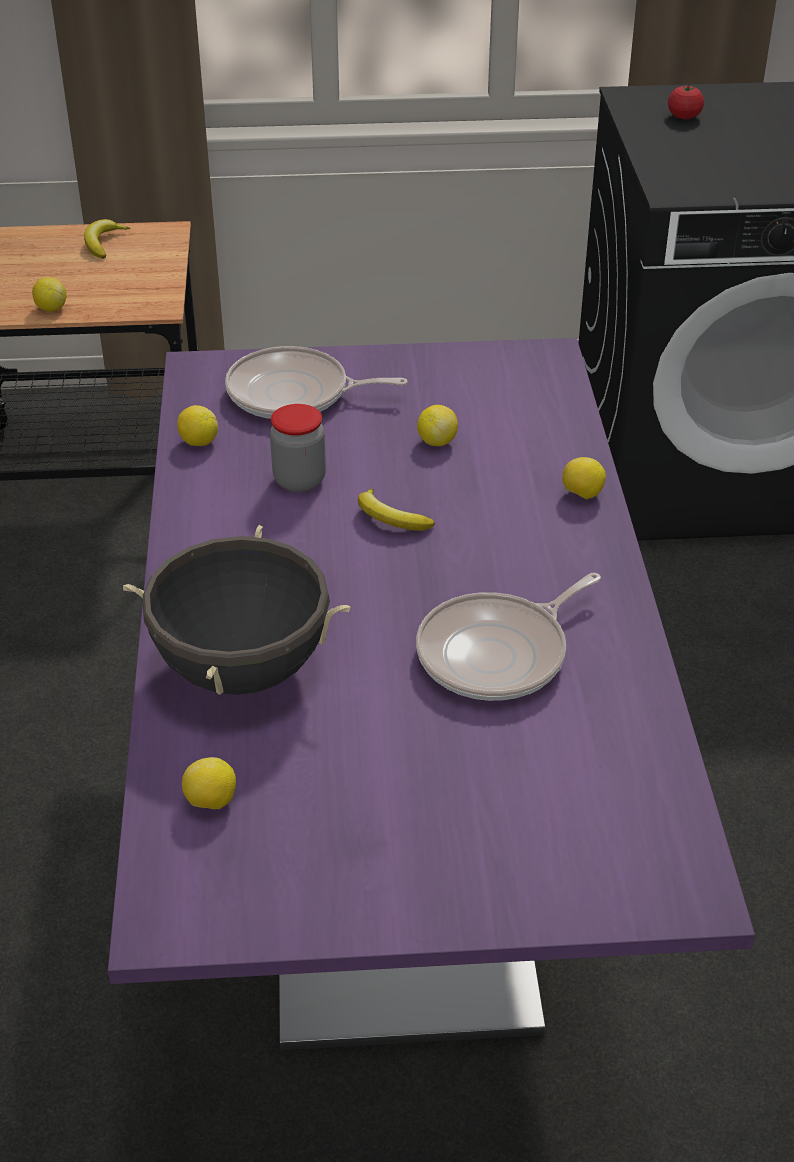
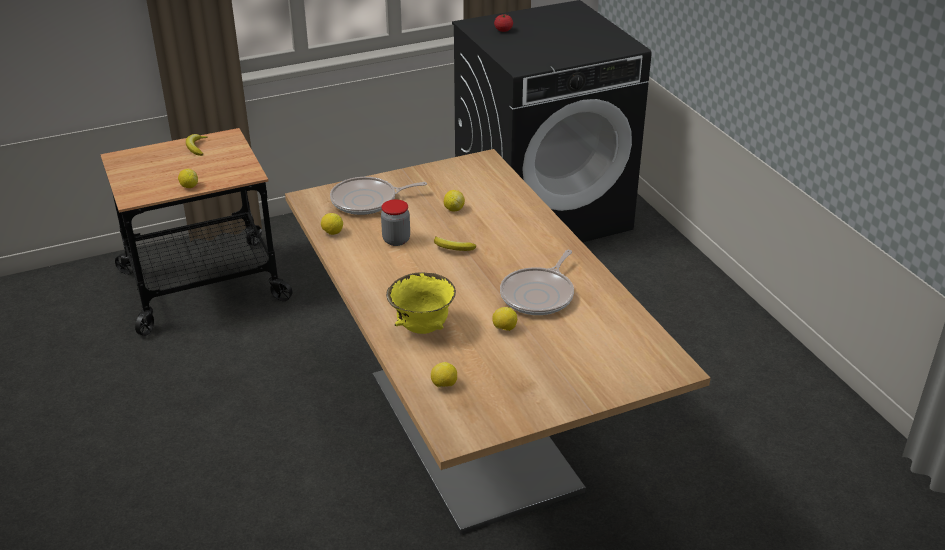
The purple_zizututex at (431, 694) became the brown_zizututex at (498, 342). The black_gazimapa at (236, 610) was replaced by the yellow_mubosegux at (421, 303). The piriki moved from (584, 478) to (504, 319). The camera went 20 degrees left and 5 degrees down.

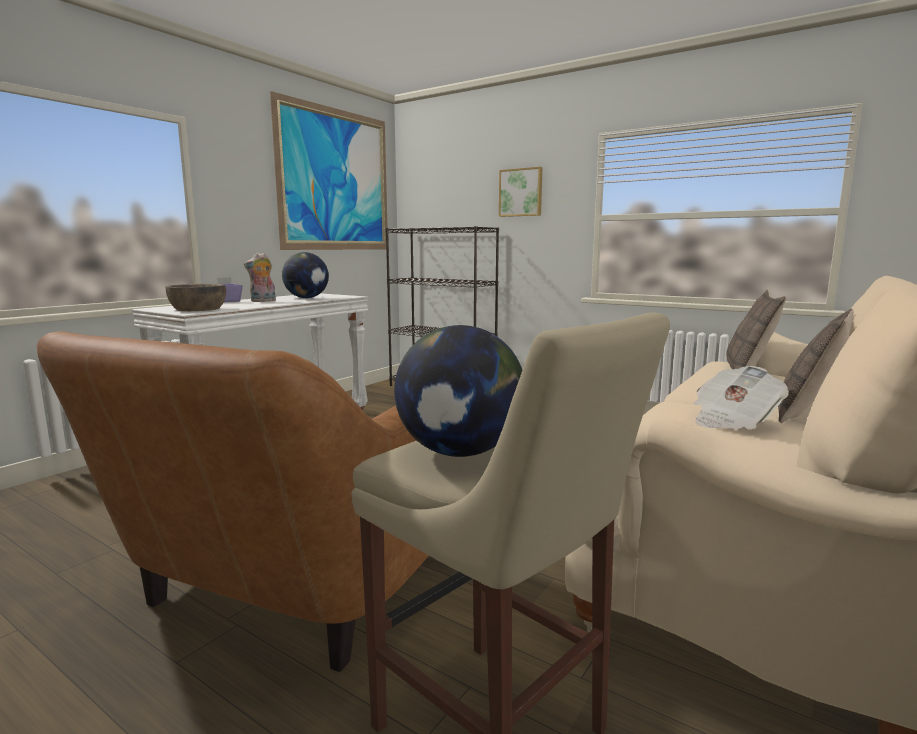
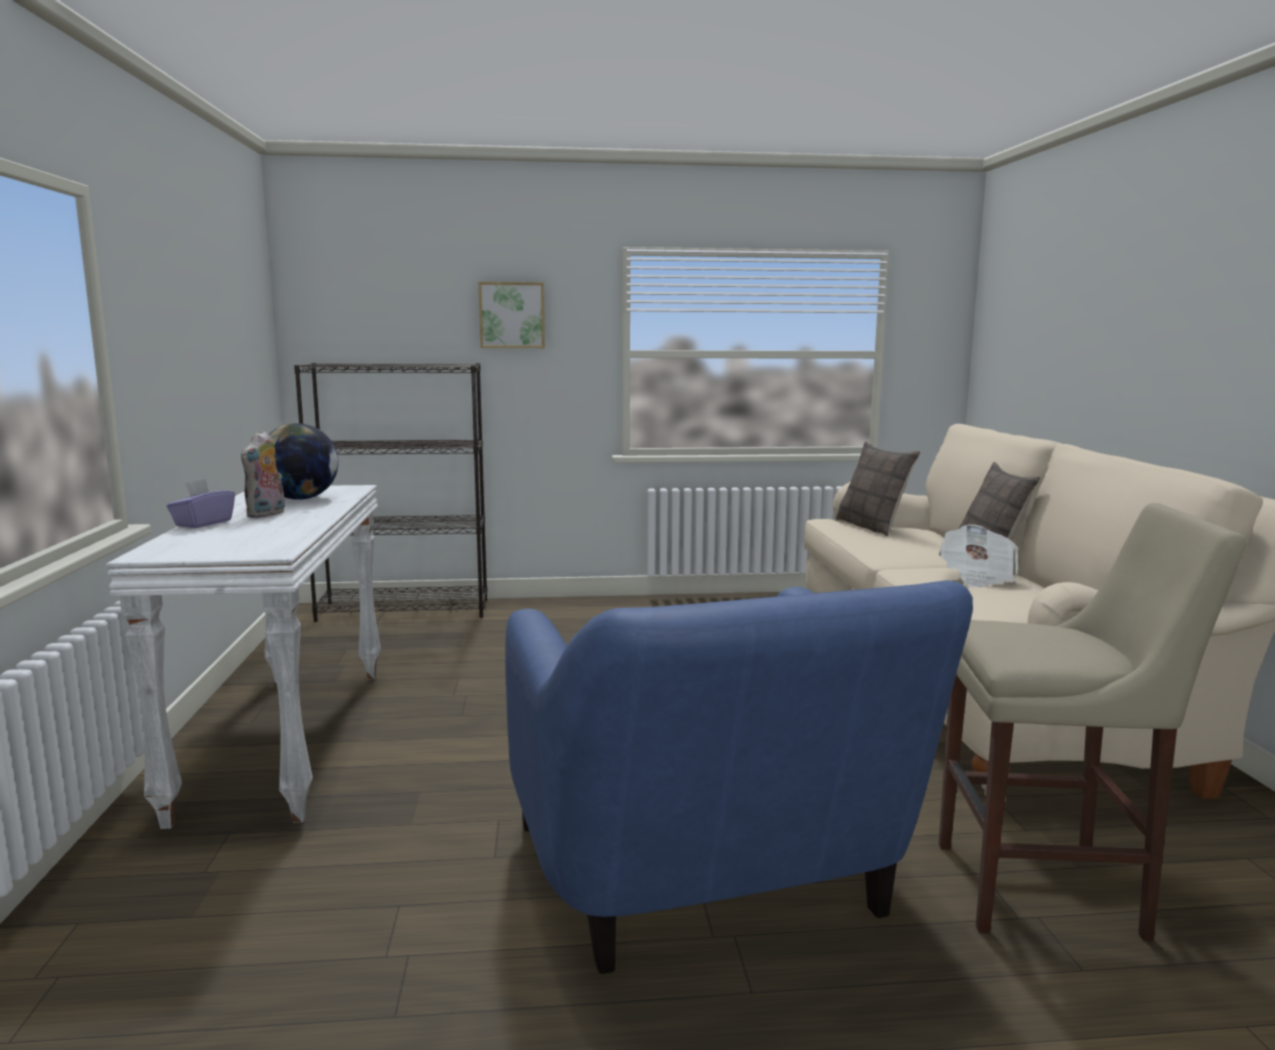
The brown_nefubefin at (233, 501) became the blue_nefubefin at (739, 777). The brown_mubosegux at (196, 297) disappeared. The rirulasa at (328, 170) disappeared. The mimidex at (458, 391) disappeared. The camera went 40 degrees left and 0 degrees up.

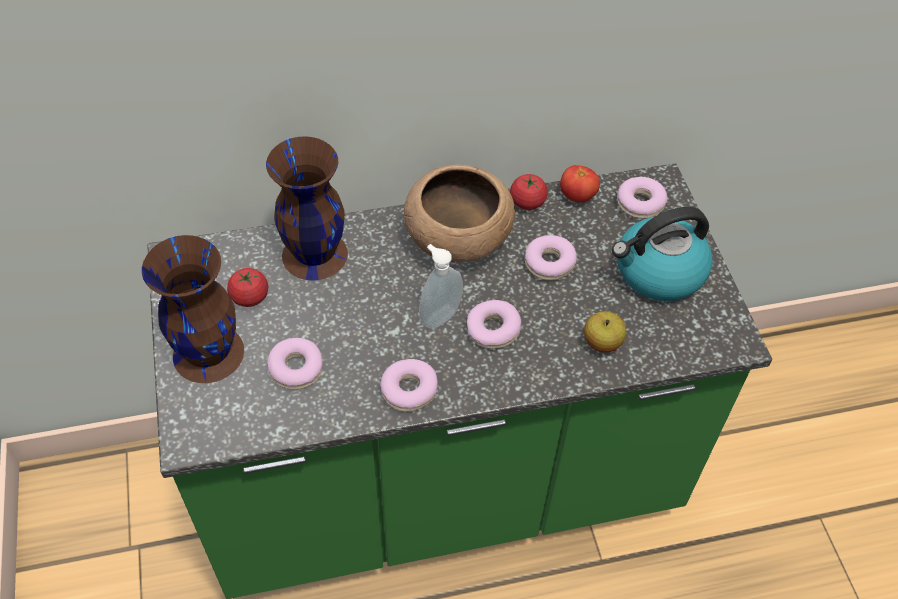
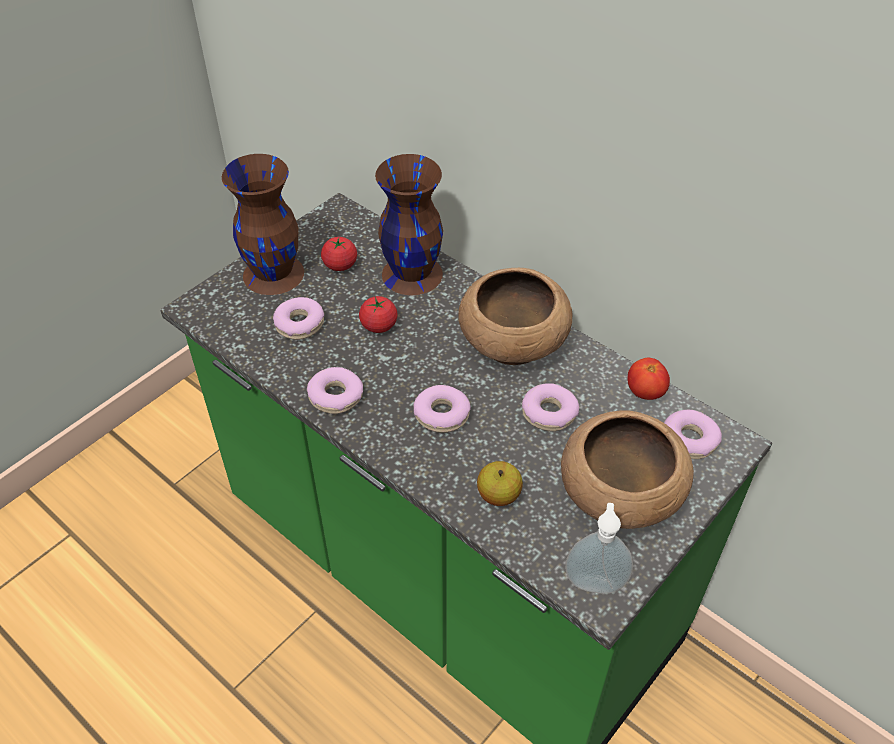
The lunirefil moved from (529, 192) to (378, 314). The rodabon at (662, 254) was replaced by the brown_mubosegux at (627, 470). The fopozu moved from (441, 286) to (599, 548). The camera went 55 degrees right and 5 degrees down.

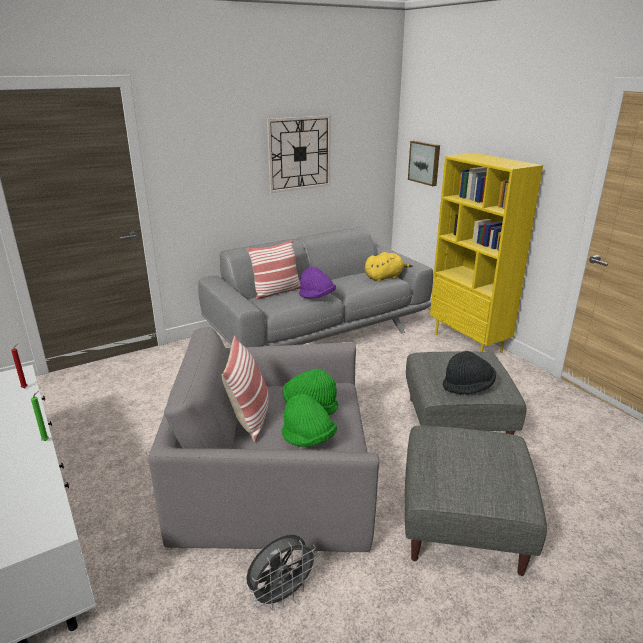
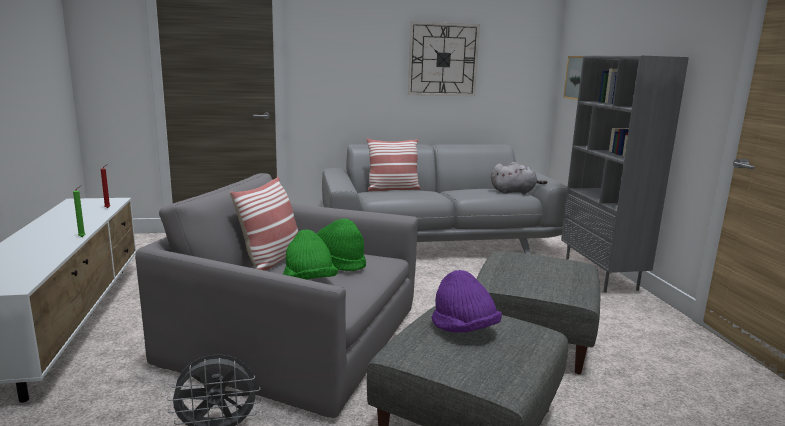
The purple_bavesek moved from (317, 282) to (467, 301). The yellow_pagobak at (388, 267) became the grey_pagobak at (519, 178). The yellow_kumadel at (486, 253) became the grey_kumadel at (625, 174). The black_bavesek at (469, 373) disappeared. The camera went 20 degrees right and 10 degrees down.

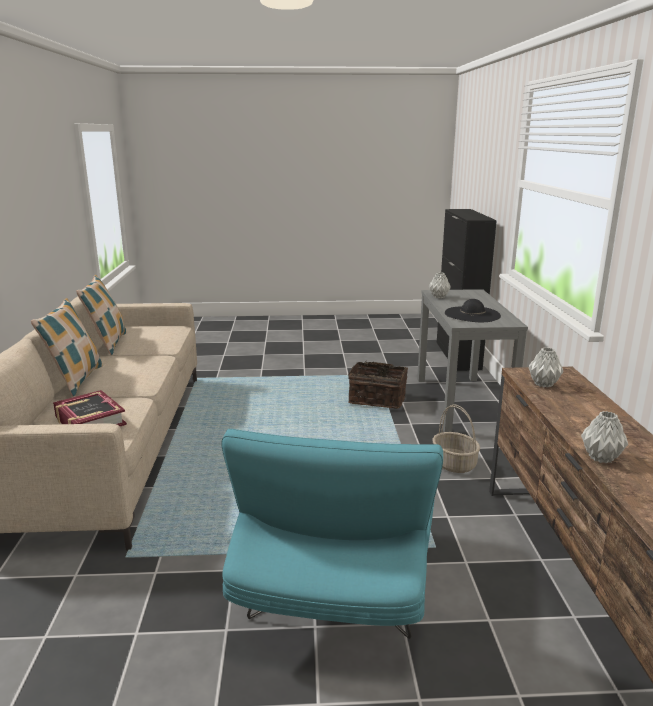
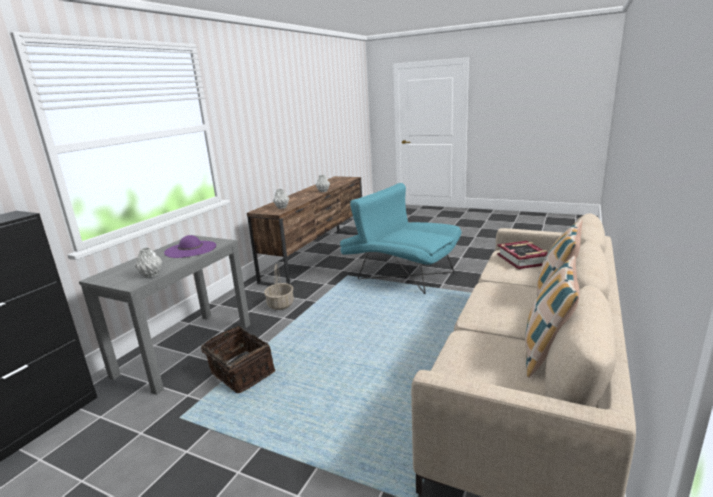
The black_bavesek at (473, 310) became the purple_bavesek at (190, 246). The turquoise_nefubefin at (332, 534) turned 90 degrees counterclockwise. The camera went 150 degrees left and 0 degrees up.

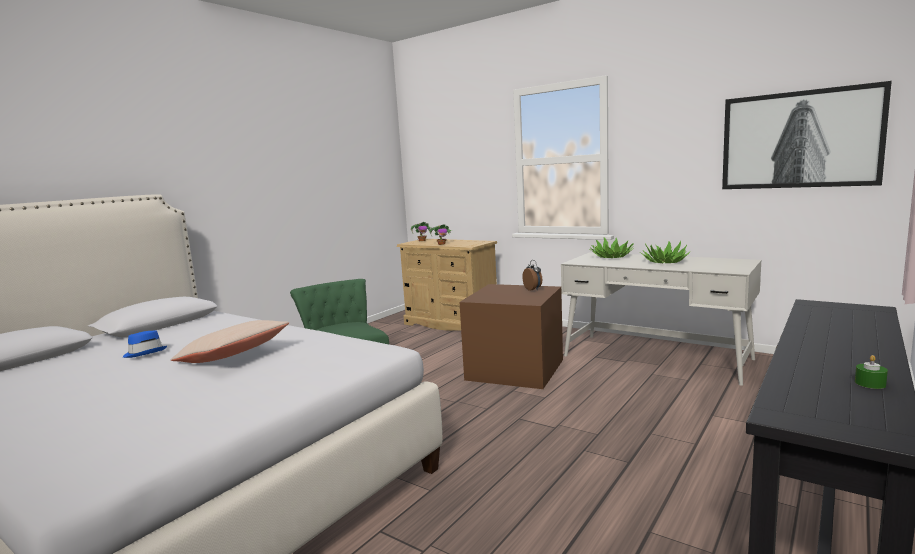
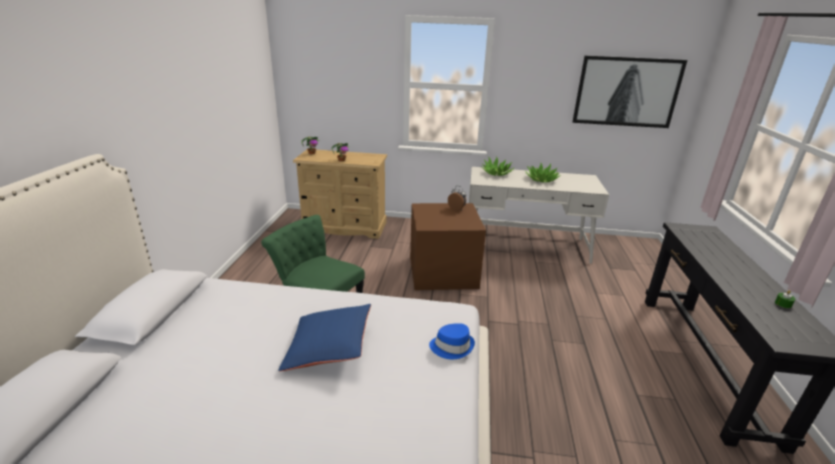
The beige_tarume at (230, 341) became the blue_tarume at (324, 337). The blue_bavesek moved from (145, 344) to (452, 341). The camera went 30 degrees left and 15 degrees up.

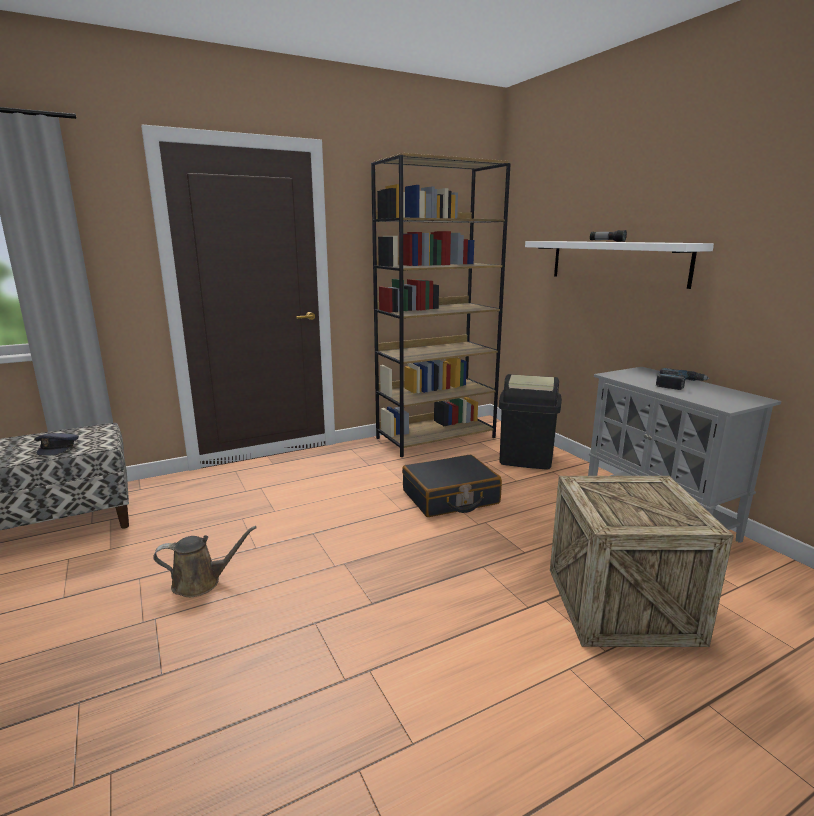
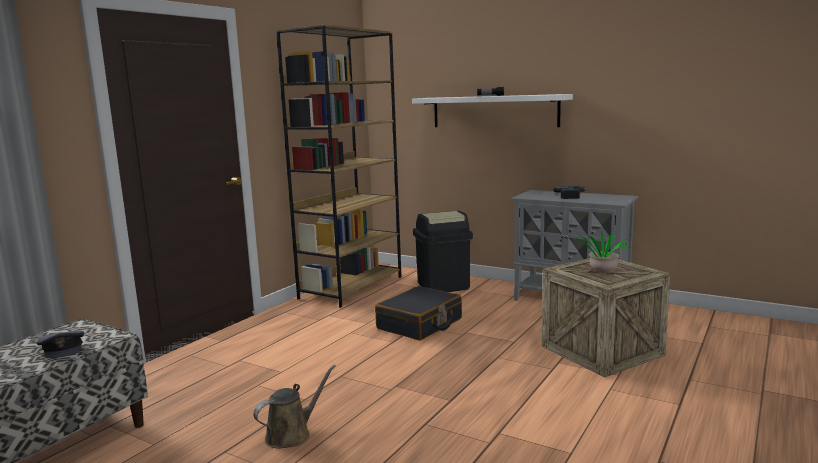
The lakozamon at (603, 252) appeared. The camera went 30 degrees left and 5 degrees down.

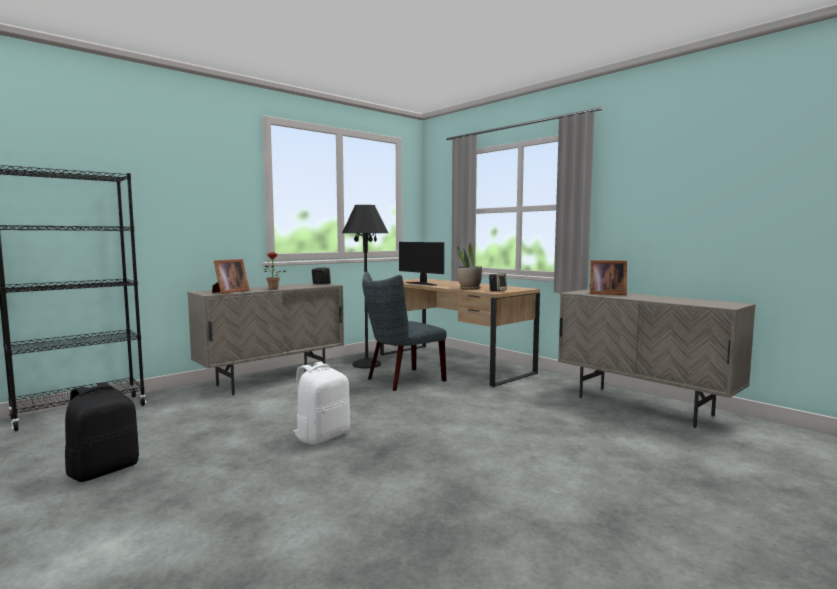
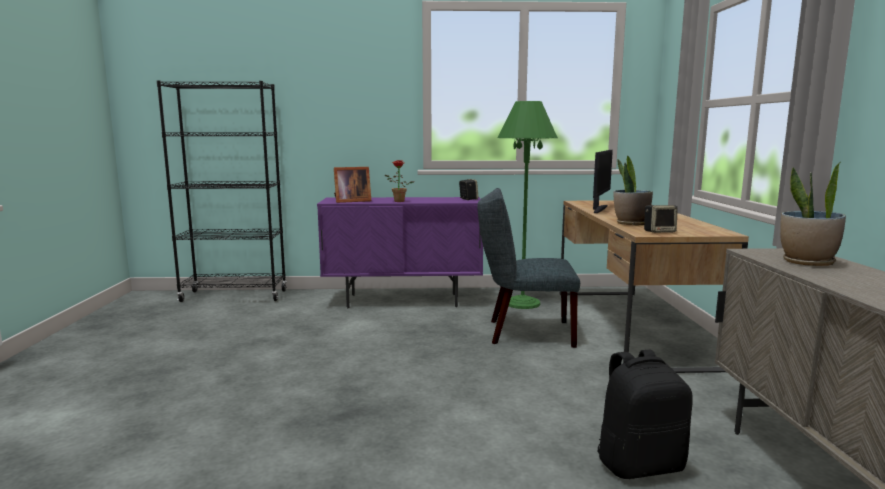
The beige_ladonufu at (265, 339) became the purple_ladonufu at (400, 252). The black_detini at (365, 286) became the green_detini at (528, 205). The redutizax at (421, 264) turned 150 degrees counterclockwise. The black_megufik moved from (102, 432) to (645, 414). The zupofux at (608, 277) was replaced by the lakozamon at (813, 214). The white_megufik at (322, 403) disappeared. The camera went 40 degrees right and 5 degrees up.

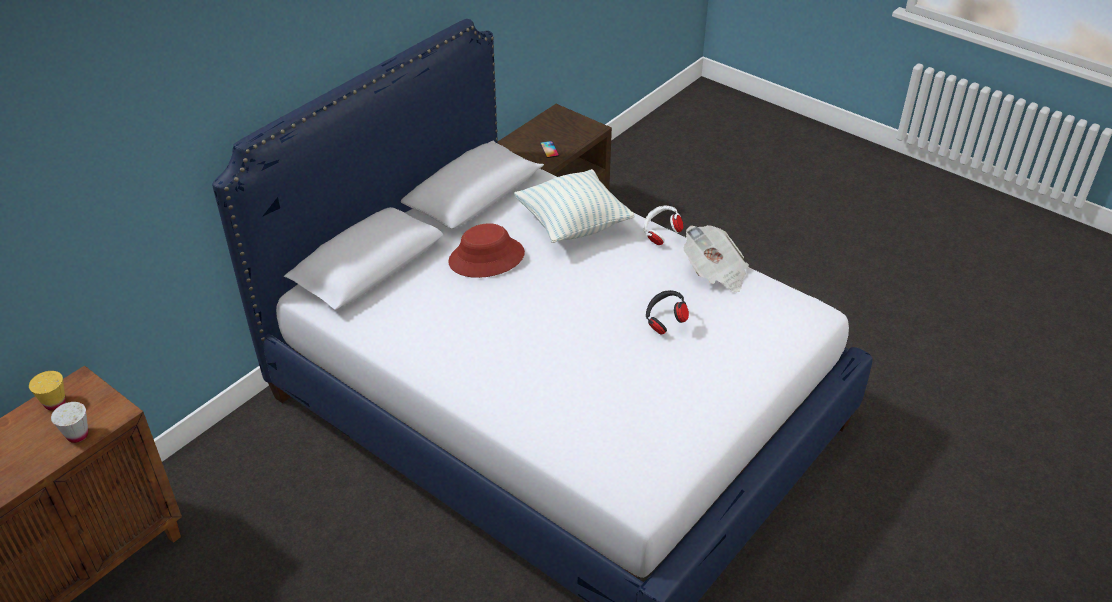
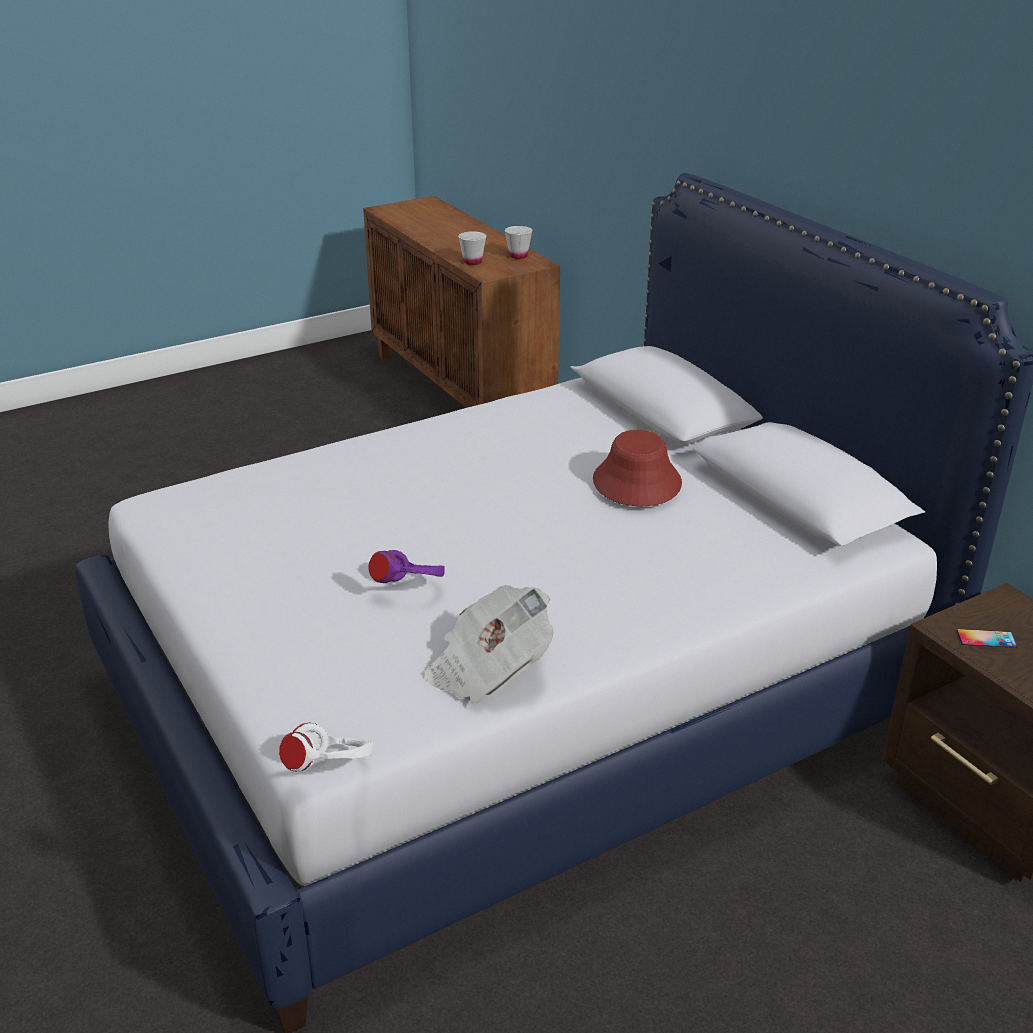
The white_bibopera moved from (663, 225) to (326, 747). The black_bibopera at (667, 312) became the purple_bibopera at (406, 566). The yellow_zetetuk at (47, 391) became the white_zetetuk at (518, 242). The tarume at (574, 206) disappeared. The camera went 110 degrees right and 10 degrees down.

